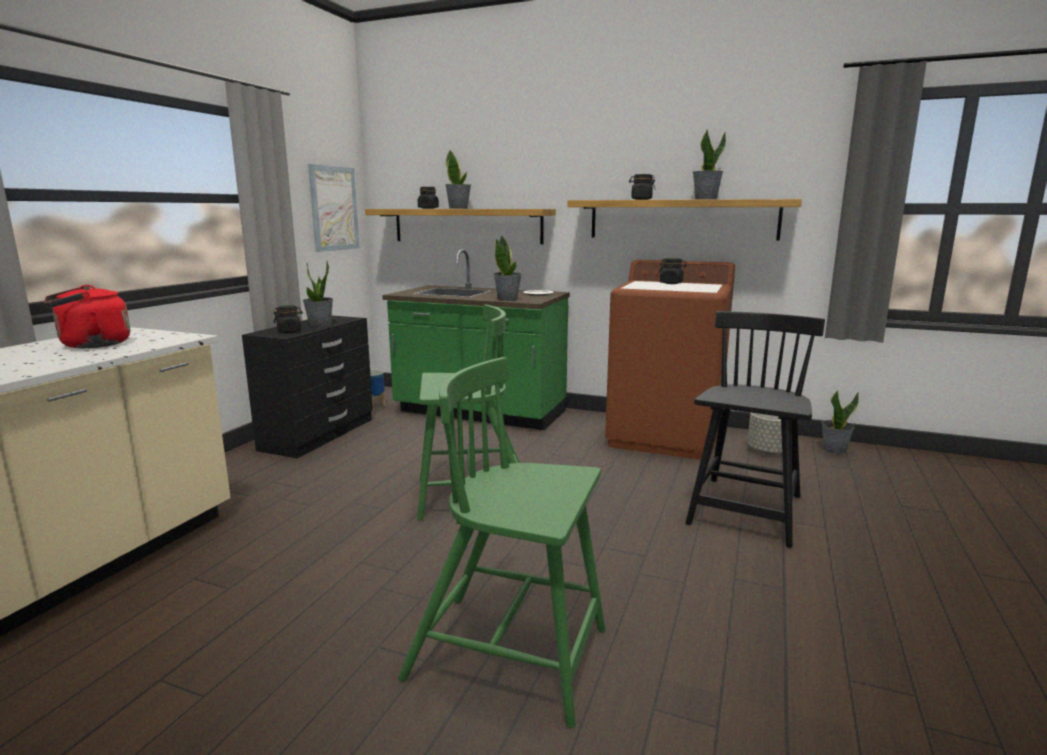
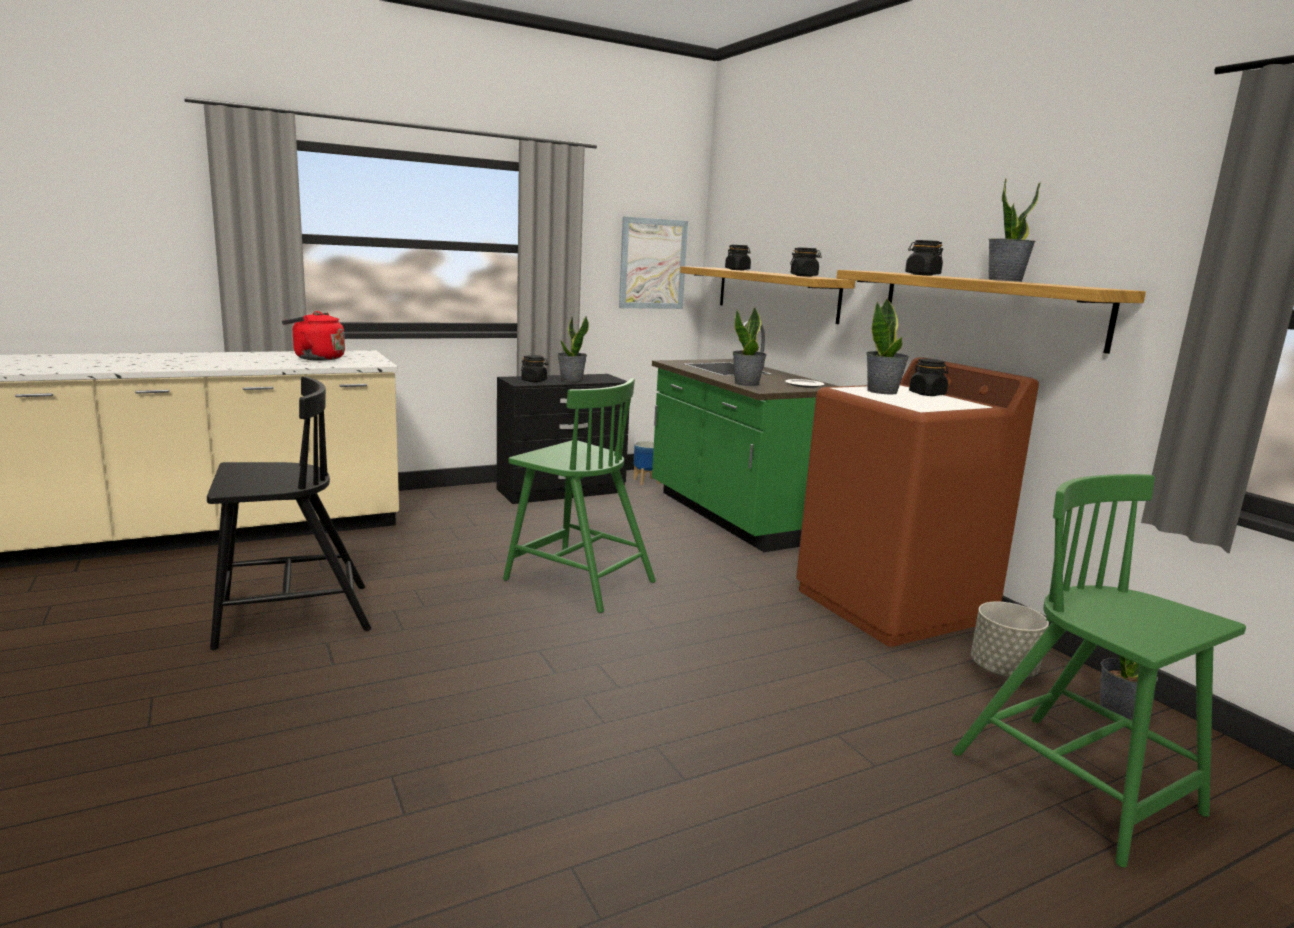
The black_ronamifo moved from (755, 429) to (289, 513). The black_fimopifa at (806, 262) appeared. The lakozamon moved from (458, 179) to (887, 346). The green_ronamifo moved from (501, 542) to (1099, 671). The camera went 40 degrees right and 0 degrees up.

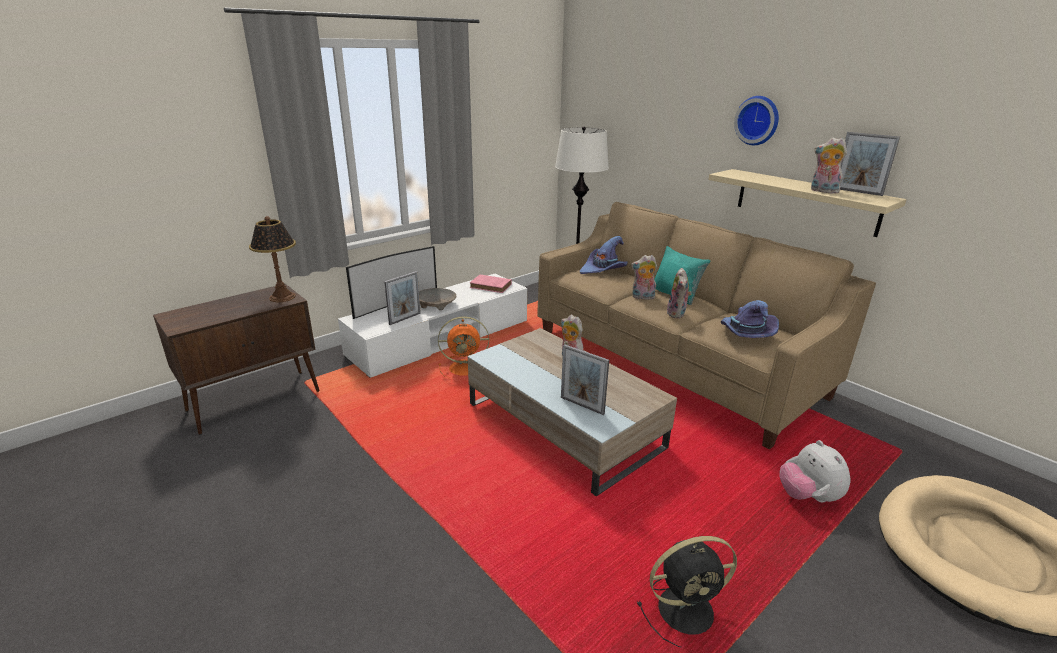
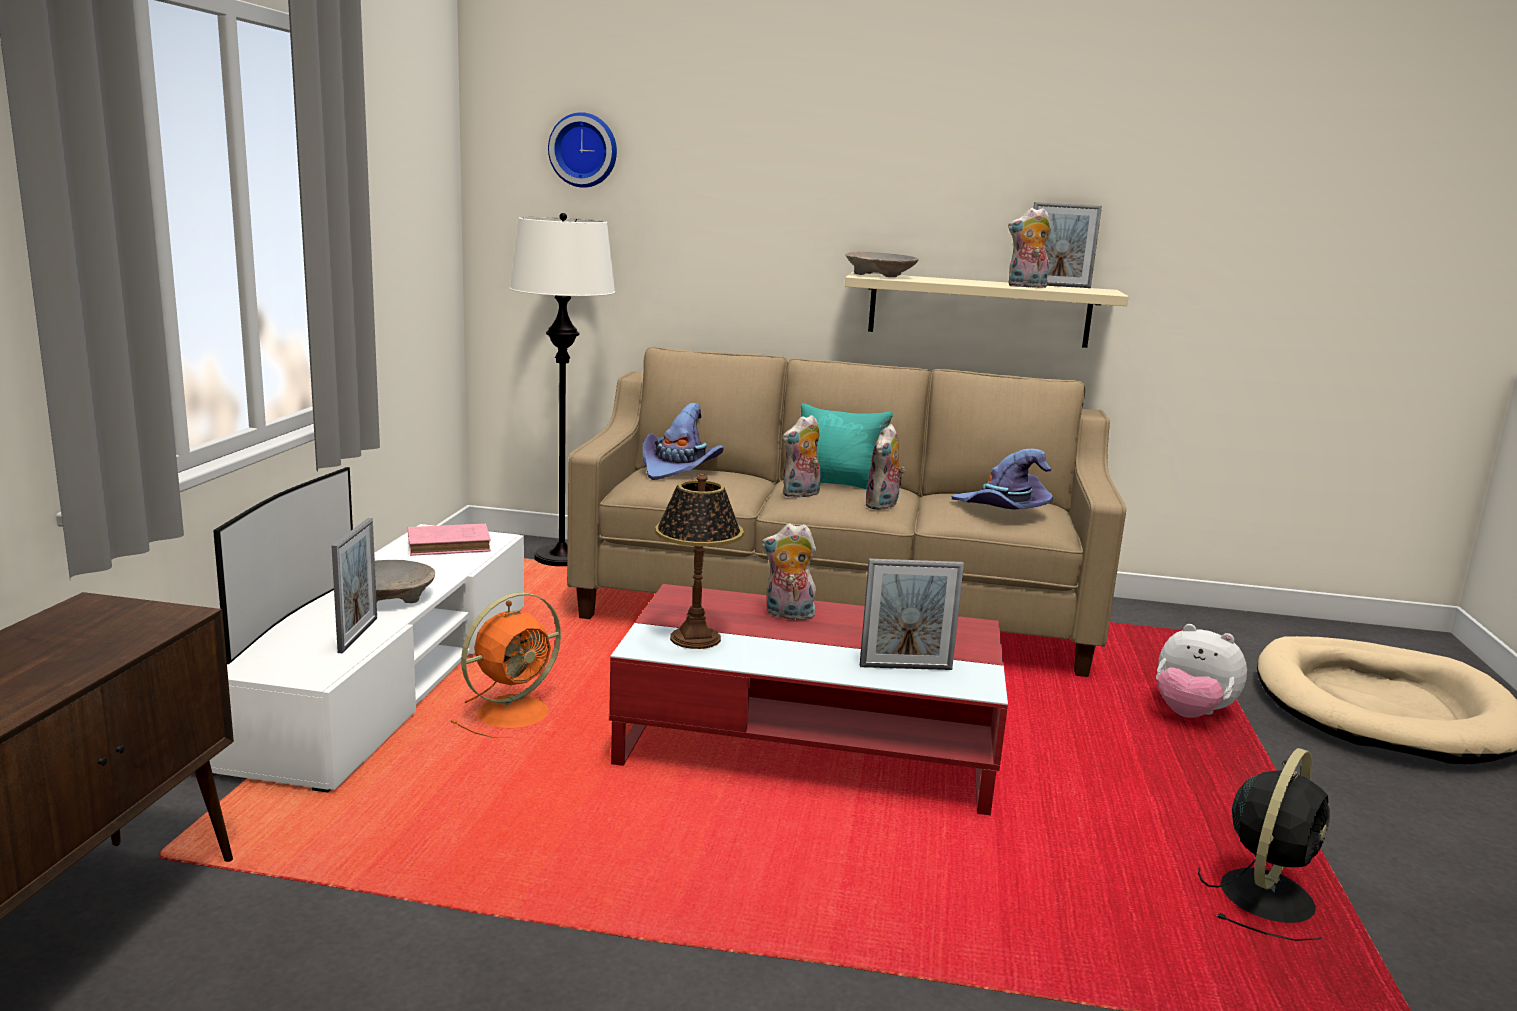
The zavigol moved from (756, 120) to (582, 150). The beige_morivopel at (572, 412) became the red_morivopel at (808, 699). The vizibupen moved from (272, 259) to (699, 561). The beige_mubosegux at (882, 264) appeared. The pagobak at (679, 293) turned 60 degrees clockwise. The camera went 40 degrees left and 10 degrees down.

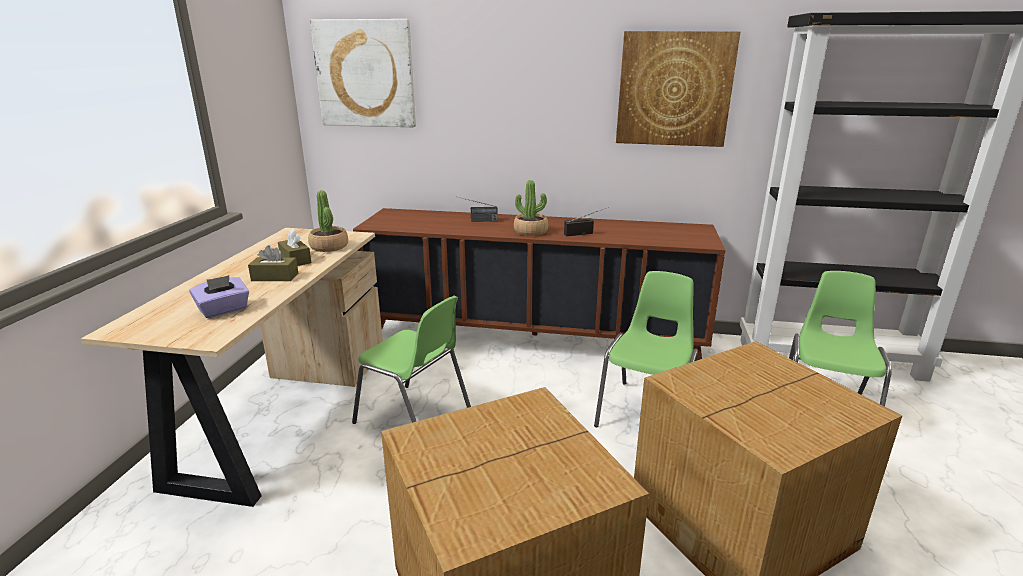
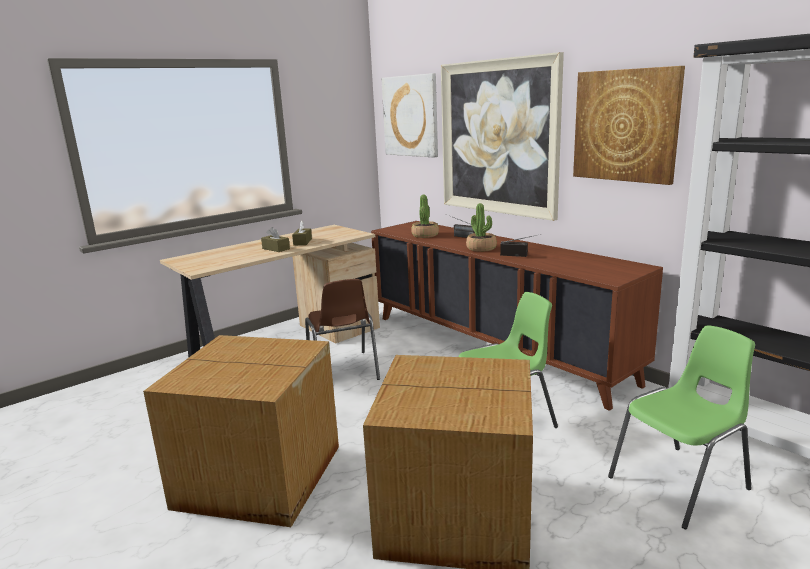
The green_ronamifo at (411, 360) became the brown_ronamifo at (342, 329). The lakozamon moved from (328, 221) to (425, 216). The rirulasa at (502, 136) appeared. The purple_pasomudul at (219, 296) disappeared. The camera went 40 degrees right and 5 degrees down.

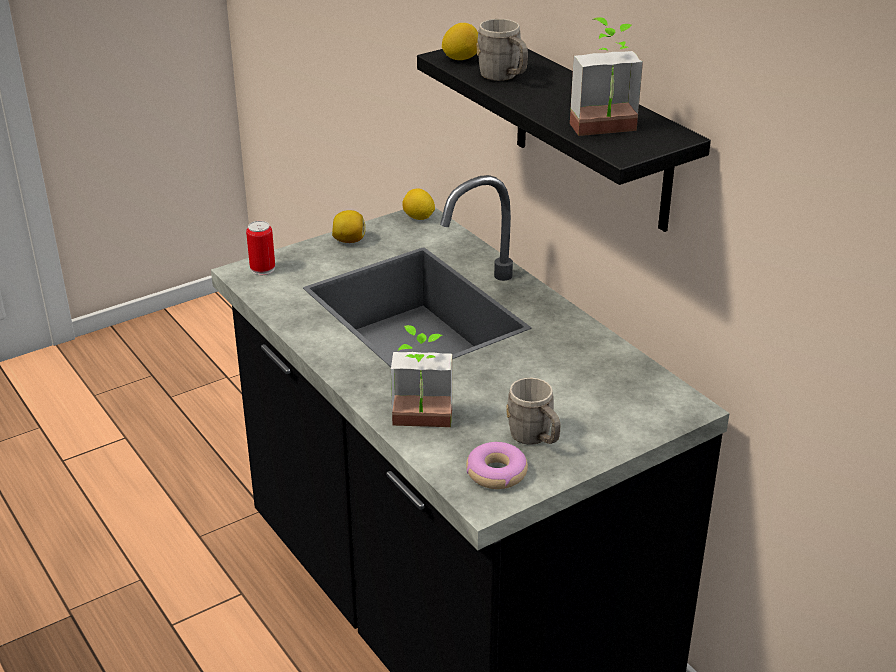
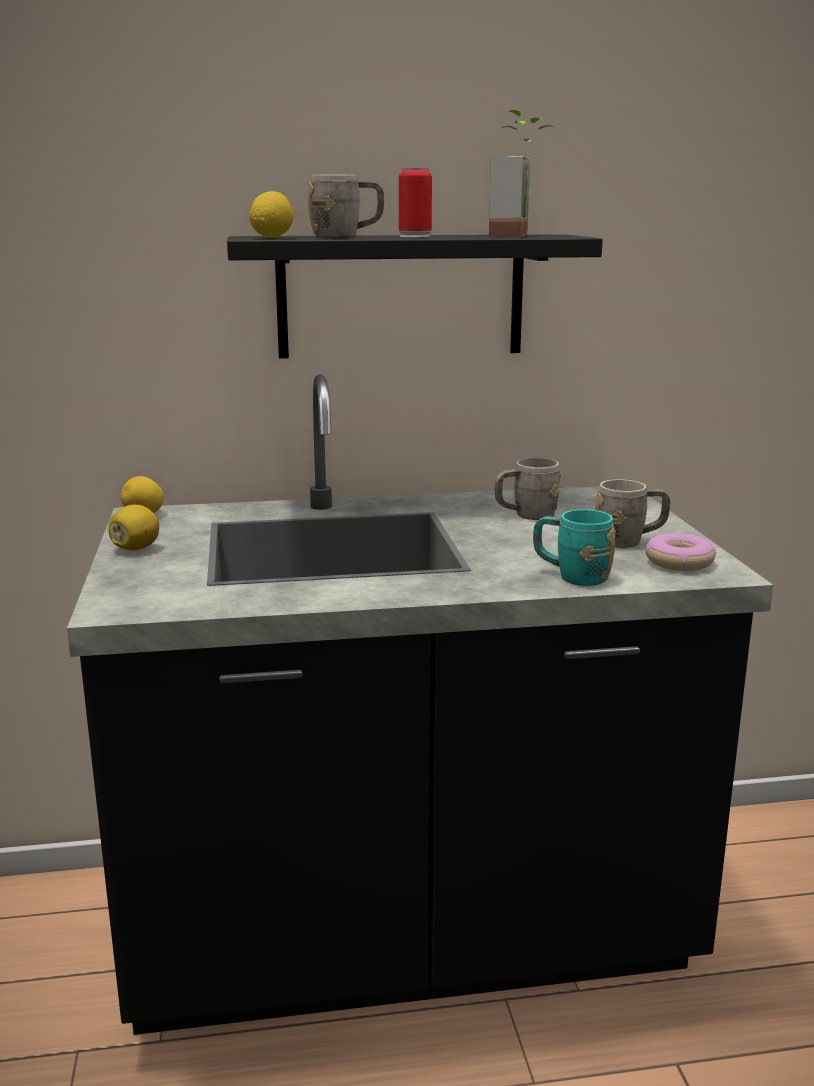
The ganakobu moved from (260, 248) to (415, 202). The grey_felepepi at (528, 489) appeared. The lakozamon at (421, 376) was replaced by the turquoise_felepepi at (574, 547). The camera went 65 degrees left and 15 degrees down.

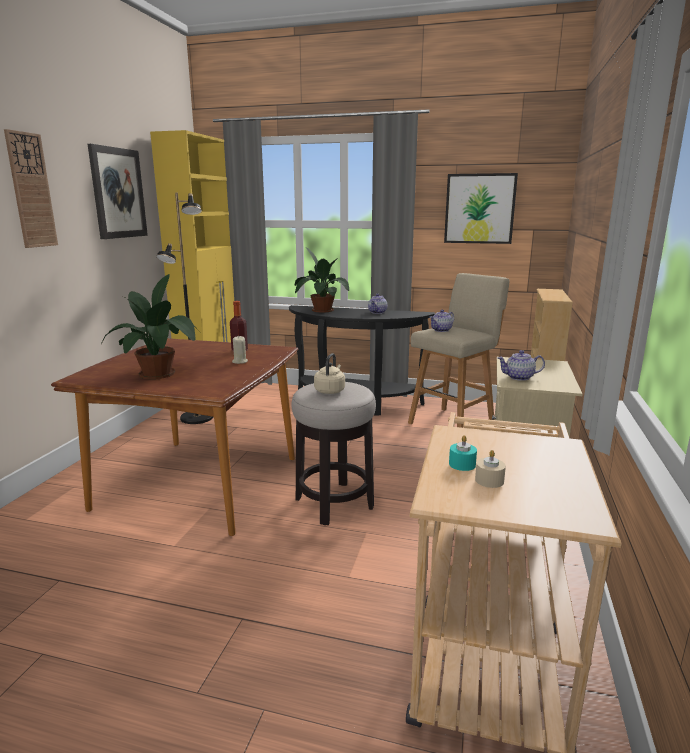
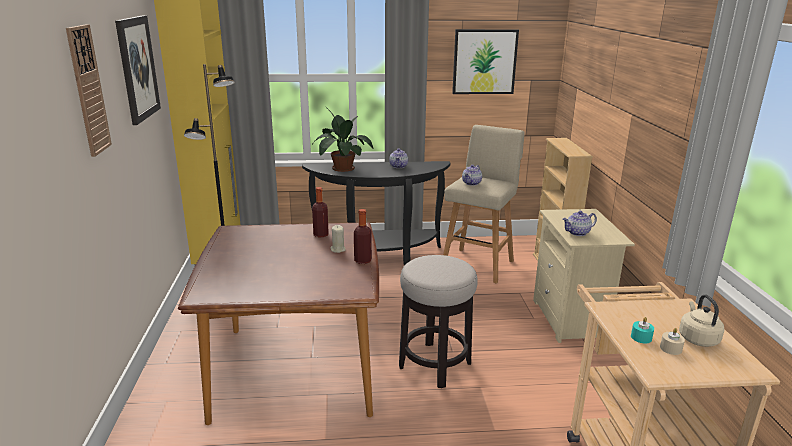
The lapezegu at (363, 236) appeared. The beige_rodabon moved from (329, 373) to (701, 320). The lakozamon at (151, 326) disappeared. The camera went 20 degrees left and 5 degrees up.

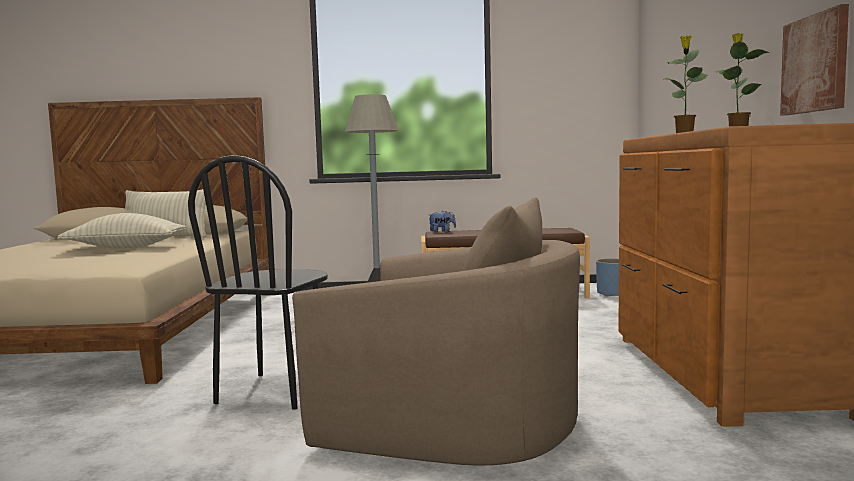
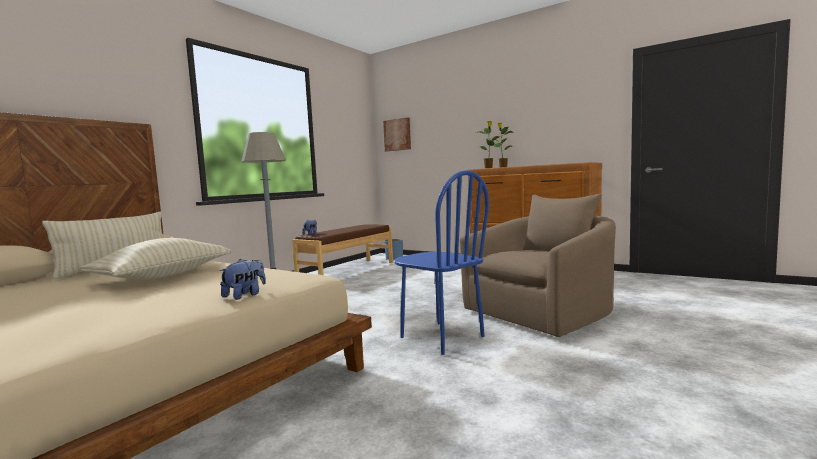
The pagobak at (243, 279) appeared. The rirulasa moved from (814, 60) to (397, 134). The black_ronamifo at (258, 282) became the blue_ronamifo at (442, 262). The camera went 55 degrees left and 0 degrees up.

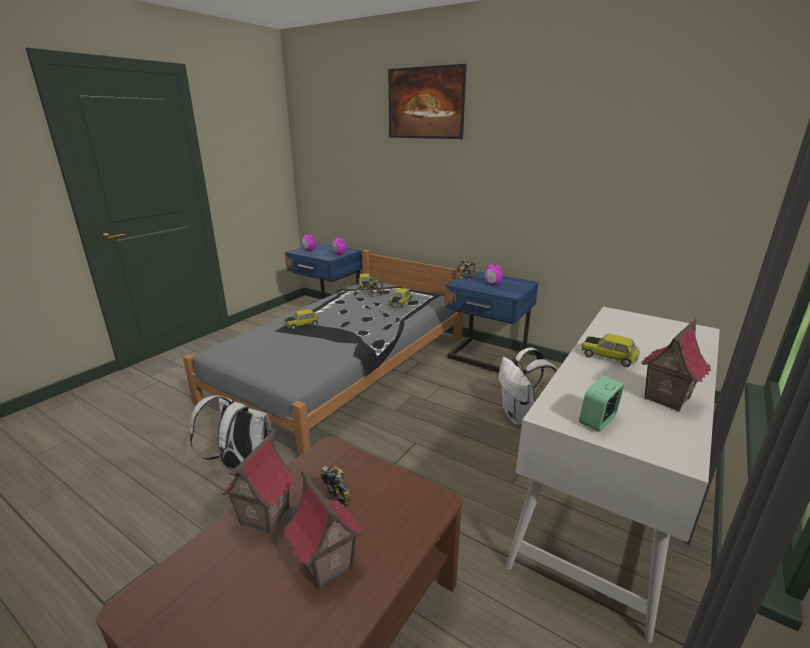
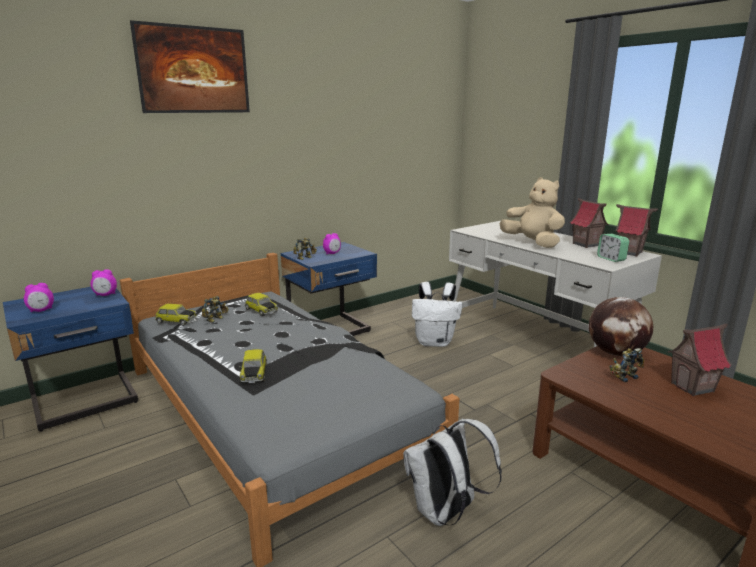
The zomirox at (610, 350) was replaced by the beige_pagobak at (532, 212). The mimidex at (621, 326) appeared. The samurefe moved from (259, 481) to (636, 230). The camera went 70 degrees left and 5 degrees down.

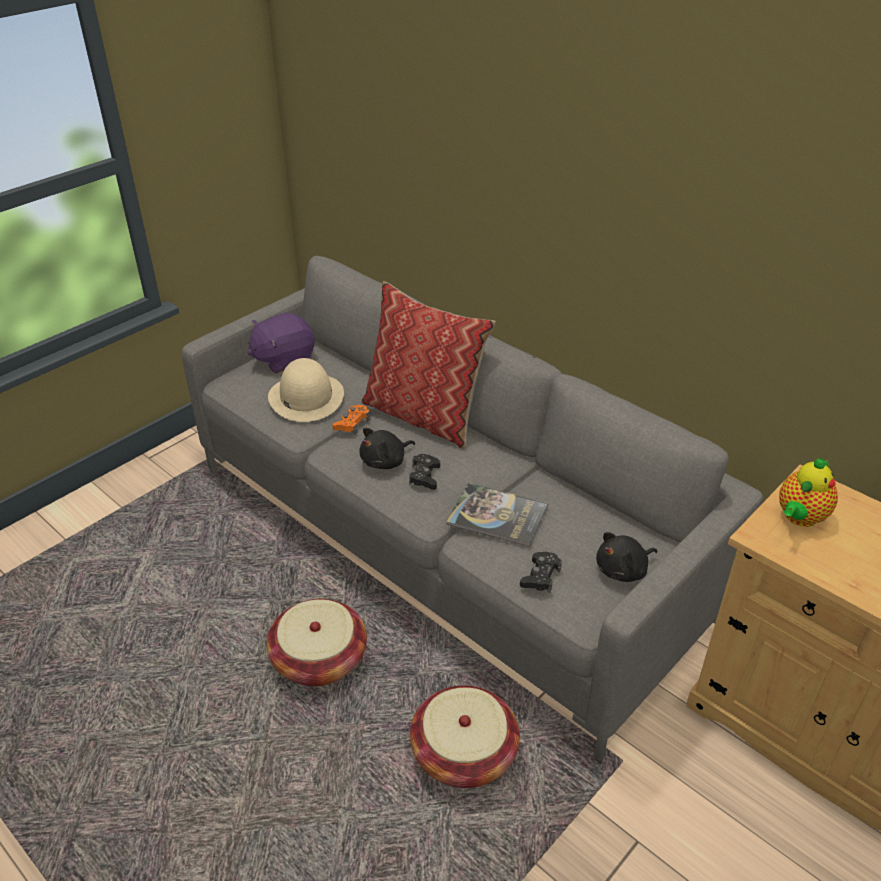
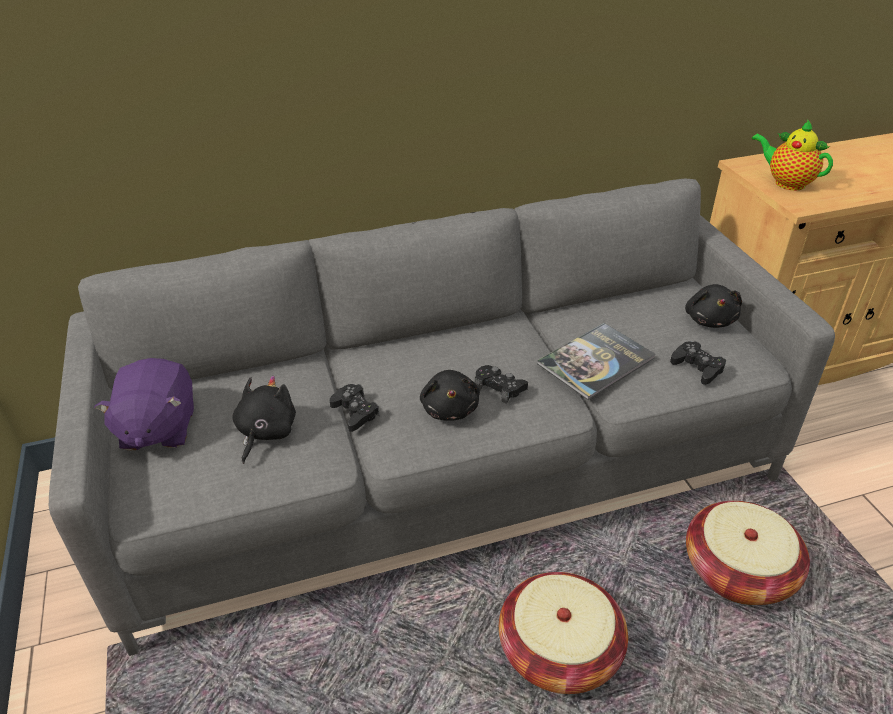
The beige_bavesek at (306, 390) was replaced by the black_pagobak at (264, 420). The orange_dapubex at (351, 420) became the black_dapubex at (355, 408). The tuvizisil at (808, 492) turned 150 degrees clockwise. The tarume at (428, 365) disappeared. The camera went 60 degrees left and 0 degrees up.

